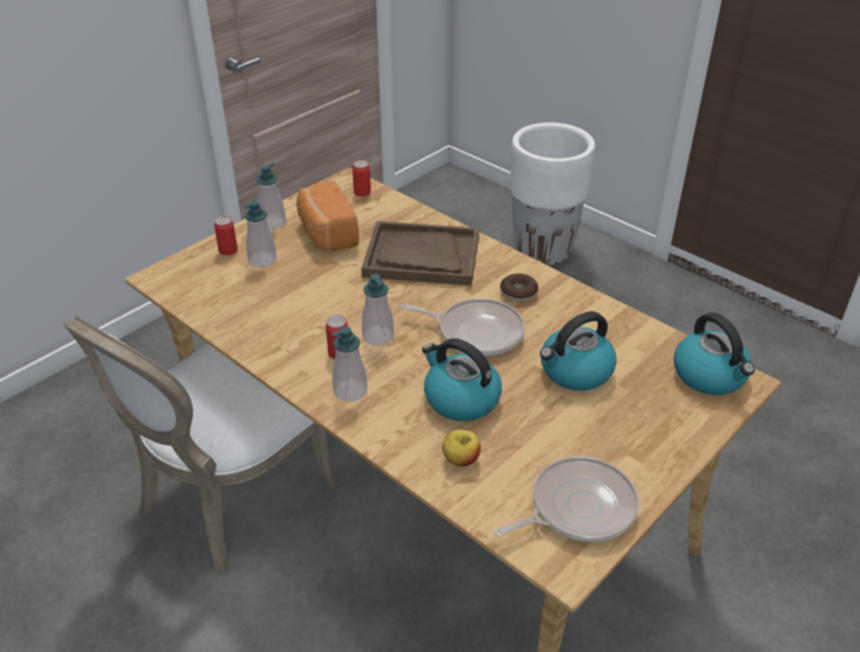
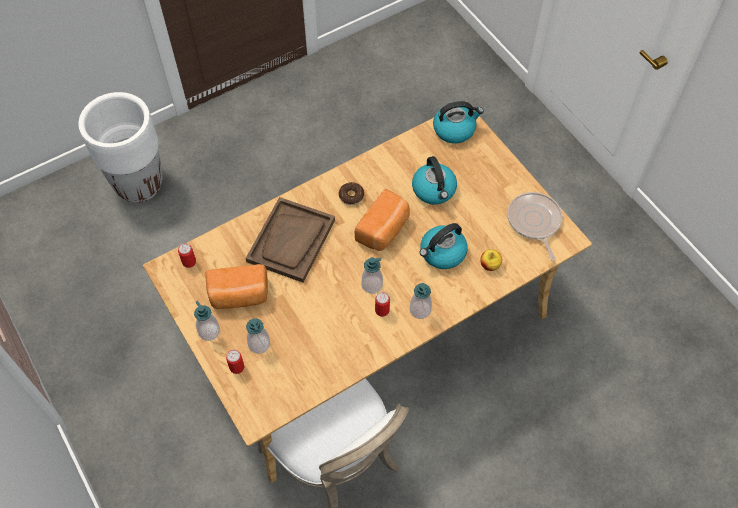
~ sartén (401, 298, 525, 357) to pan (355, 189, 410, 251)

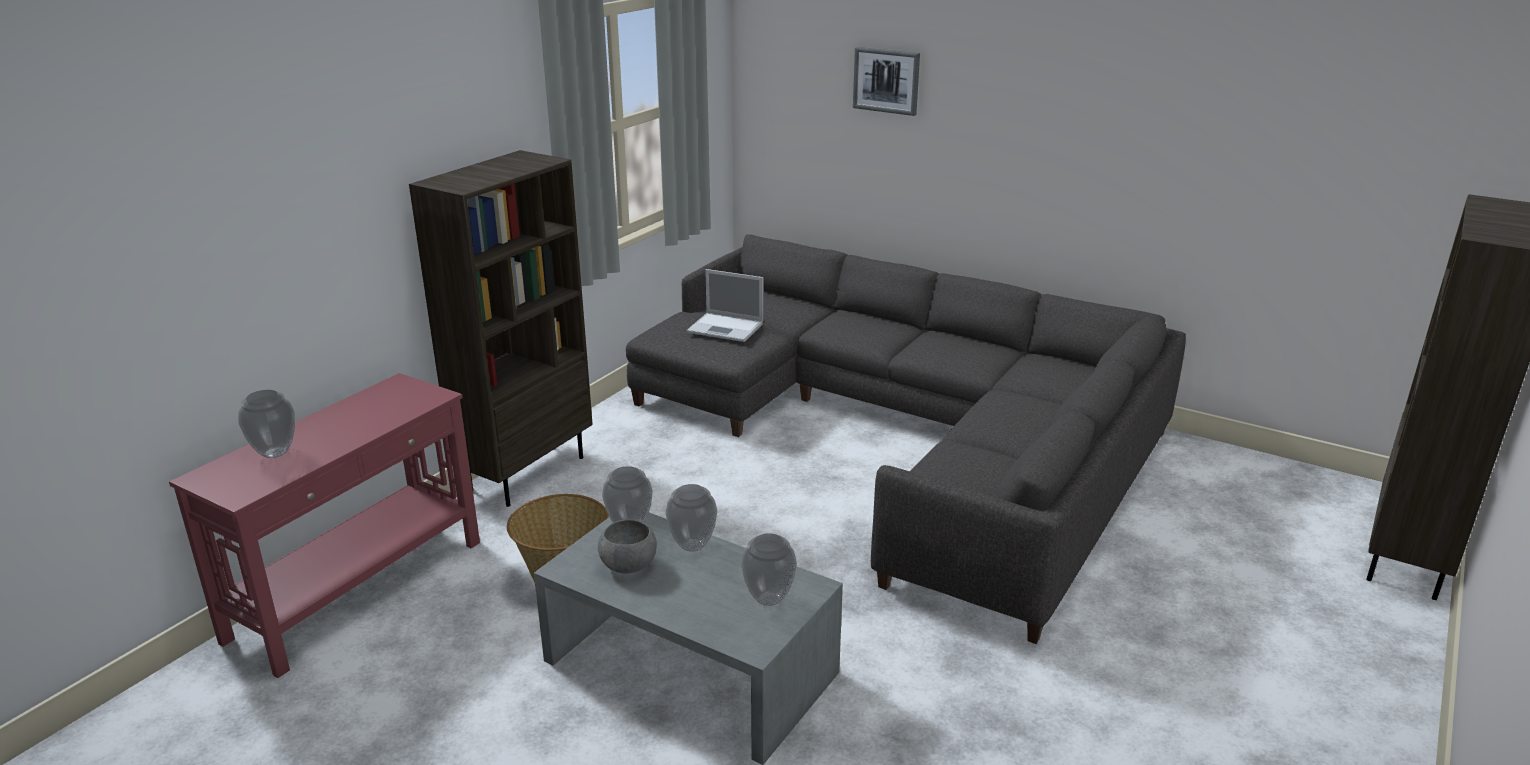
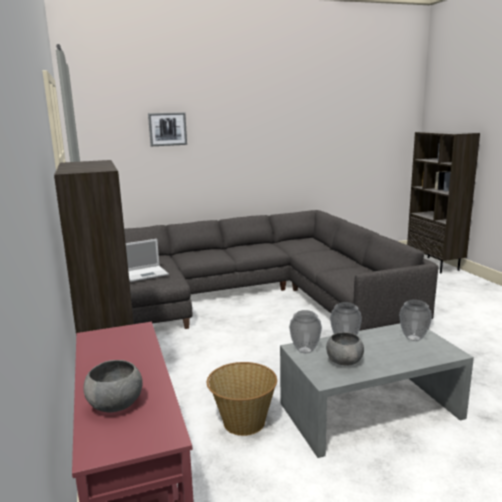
~ florero (238, 390, 295, 458) to cuenco/gris (83, 360, 143, 412)

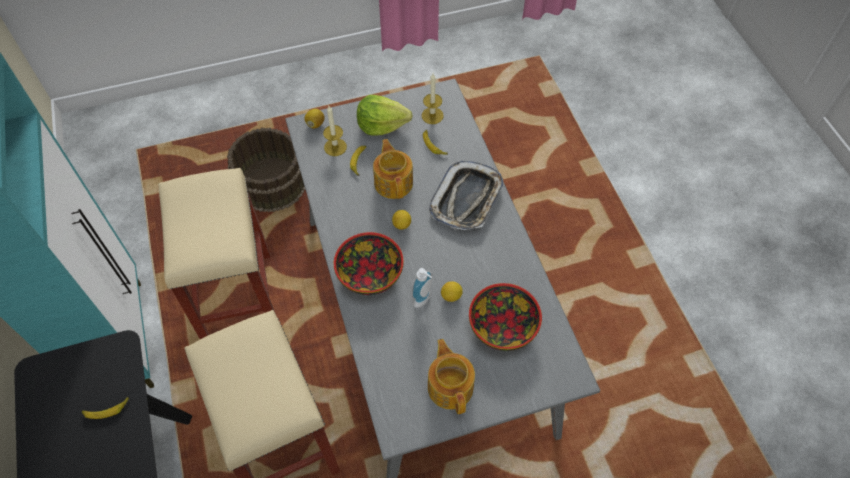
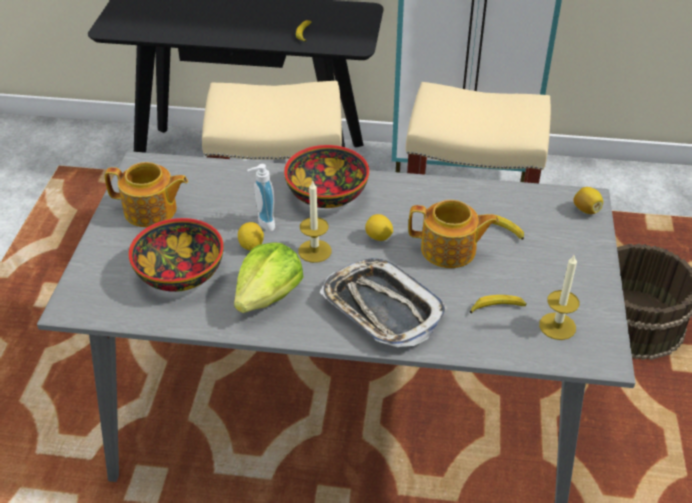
~ lechuga (357, 95, 413, 136) to (234, 242, 304, 313)
~ vela (323, 106, 347, 156) to (298, 181, 331, 263)

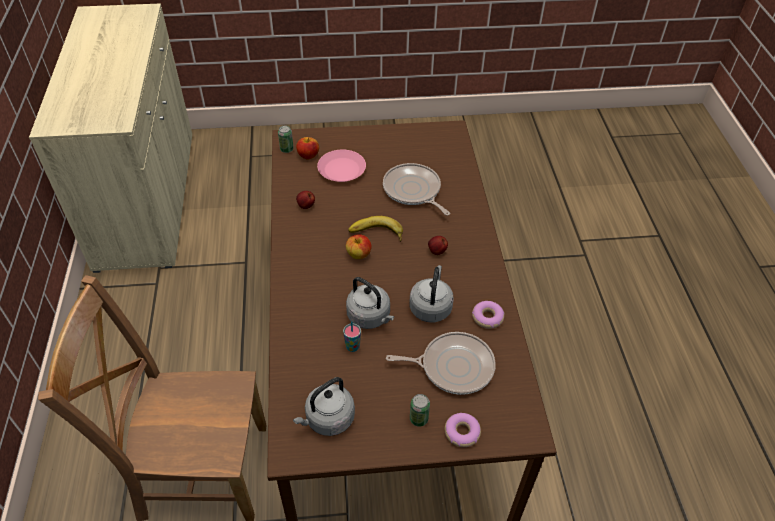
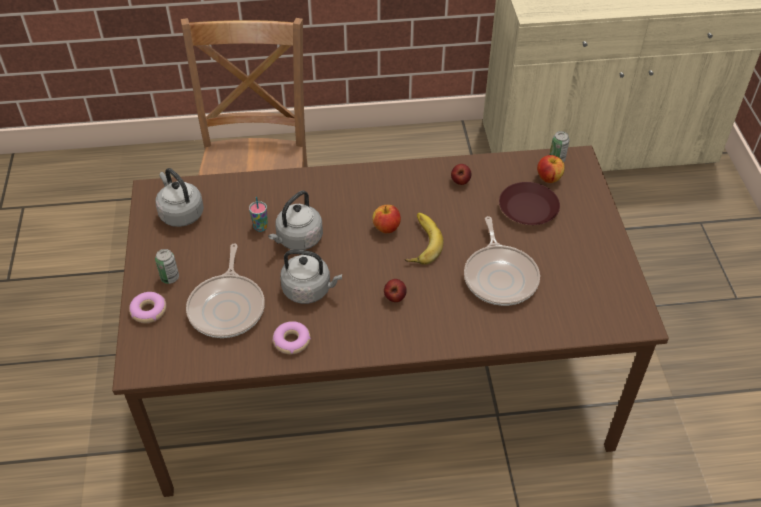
~ plato/rosa (317, 150, 366, 182) to plato/marrón (499, 182, 560, 225)
~ sartén (383, 163, 450, 216) = (464, 216, 540, 306) 120 degrees clockwise

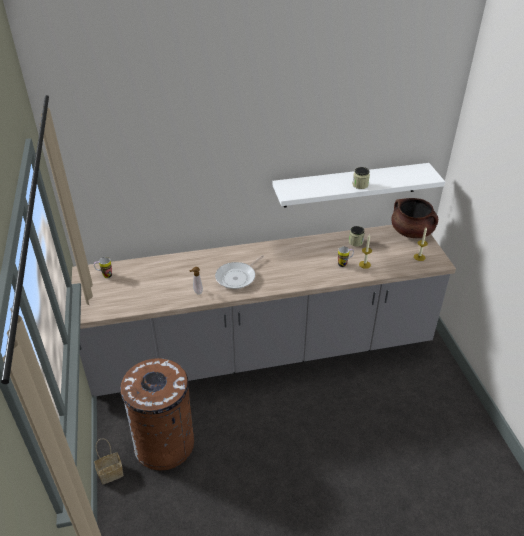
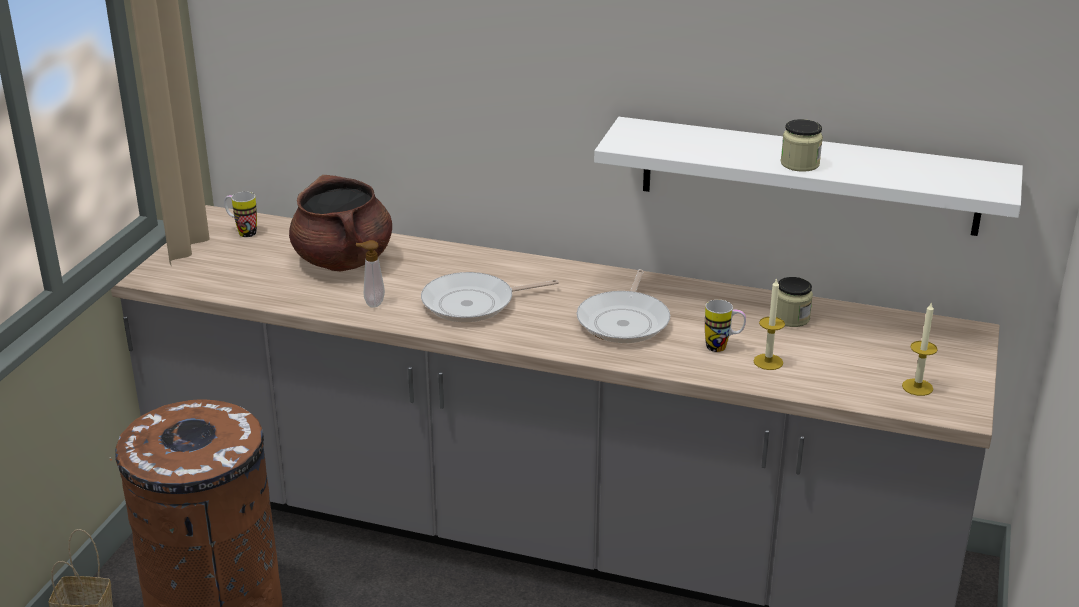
~ olla/marrón (391, 198, 438, 238) to (289, 175, 392, 272)
+ sartén (577, 269, 670, 343)

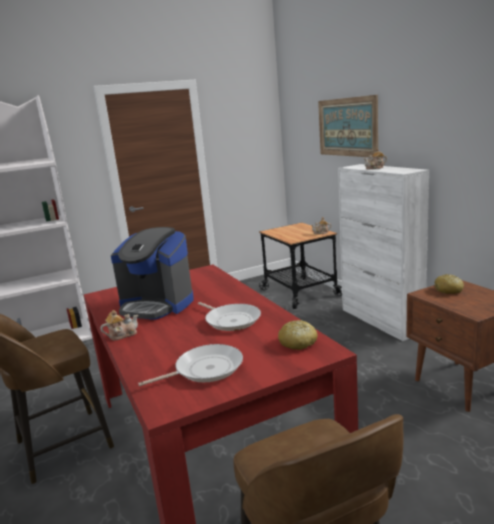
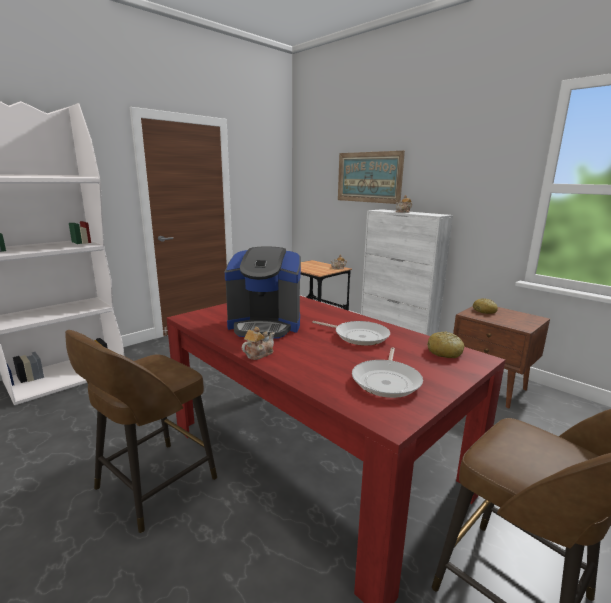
~ sartén (138, 344, 243, 386) = (352, 347, 423, 398) 150 degrees clockwise

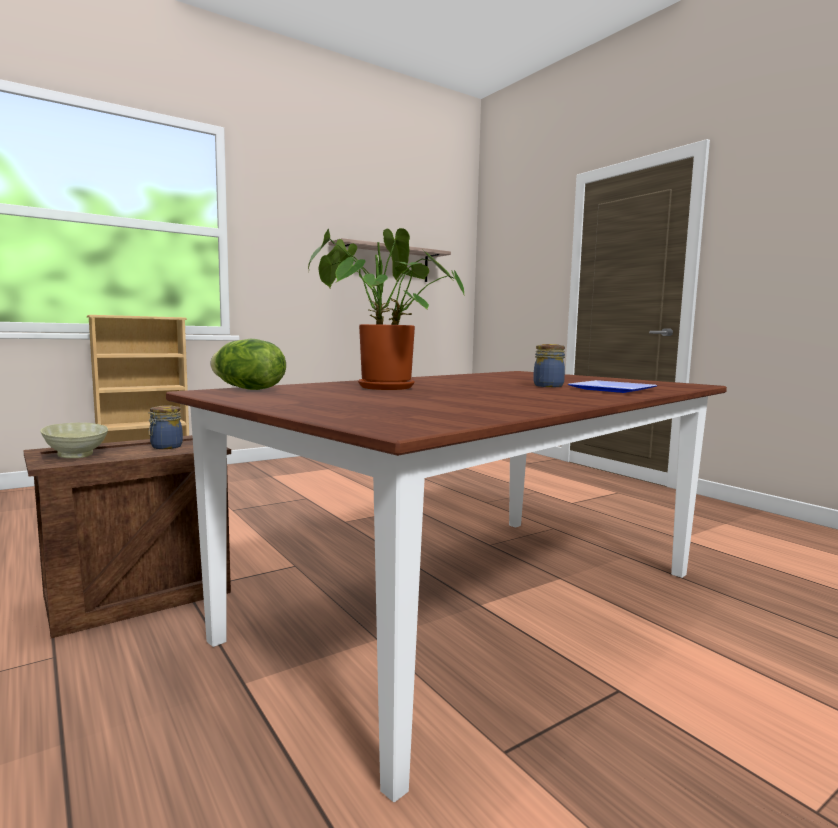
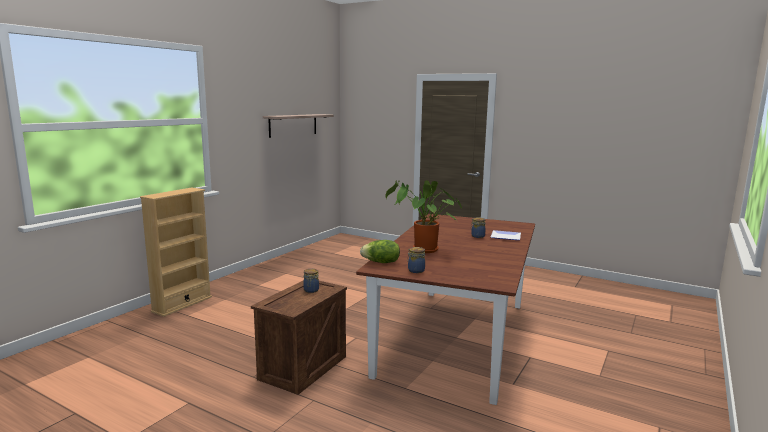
- cuenco/beis (40, 423, 108, 458)
+ tarro (407, 247, 425, 273)

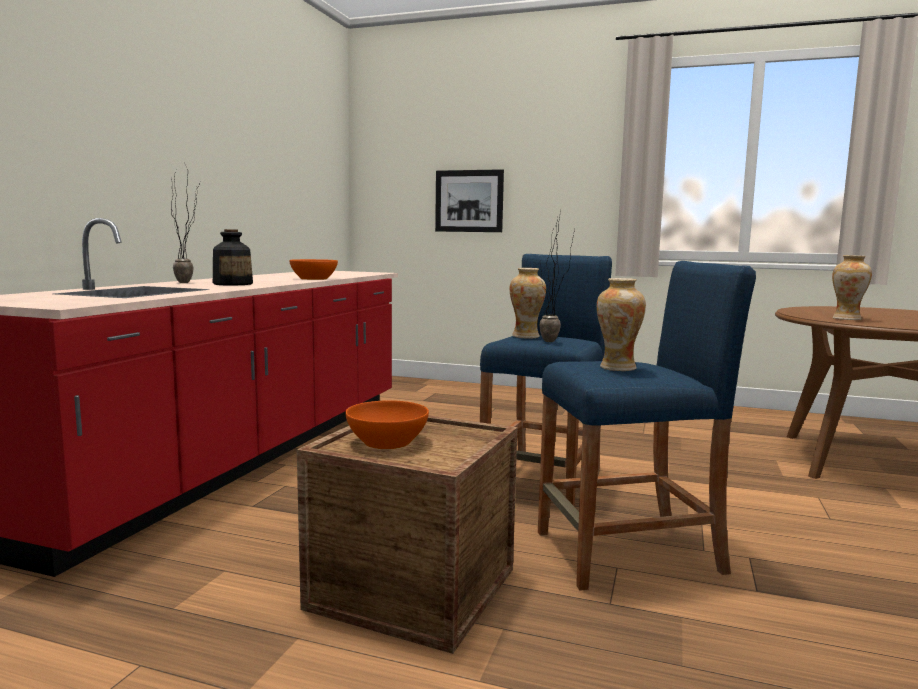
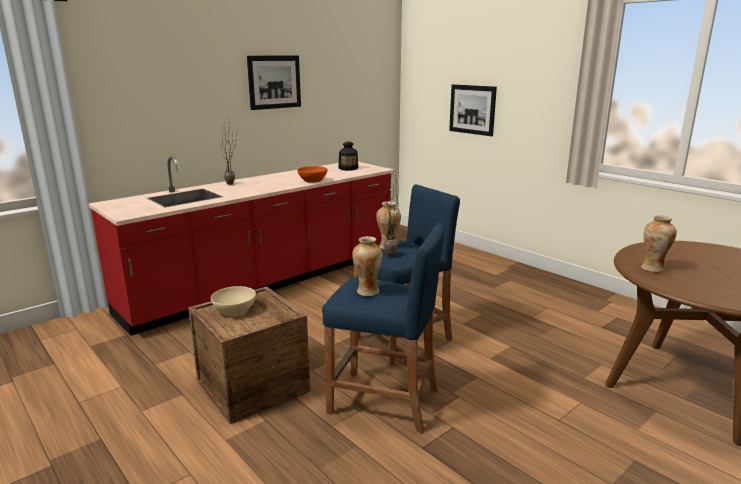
~ botella (213, 229, 253, 286) to (339, 141, 358, 171)
~ cuenco/naranja (345, 400, 429, 449) to cuenco/beis (211, 286, 256, 316)
+ cuadro (247, 56, 301, 110)

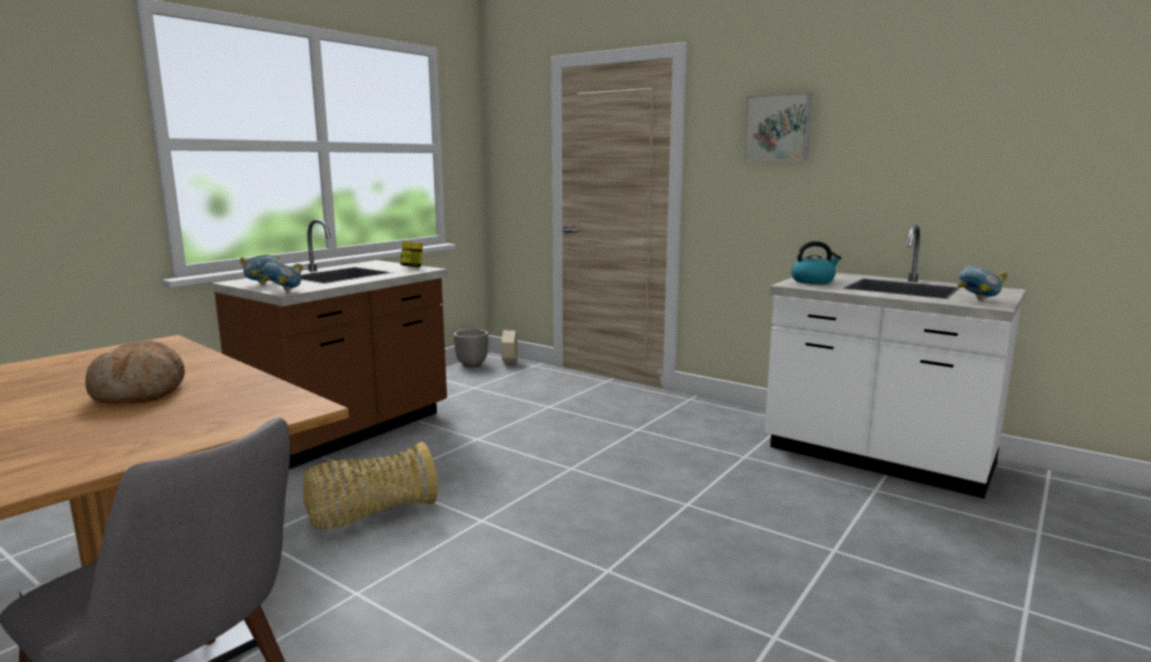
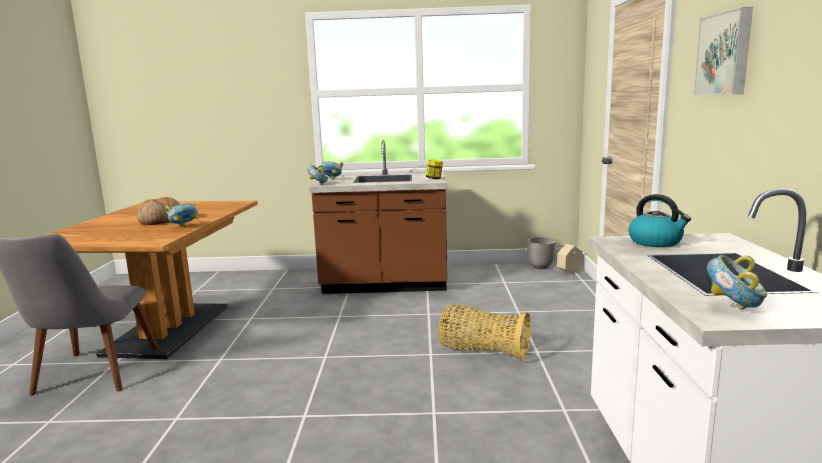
~ cesta (303, 442, 438, 530) to (439, 305, 531, 361)
+ cuenco (165, 202, 198, 227)

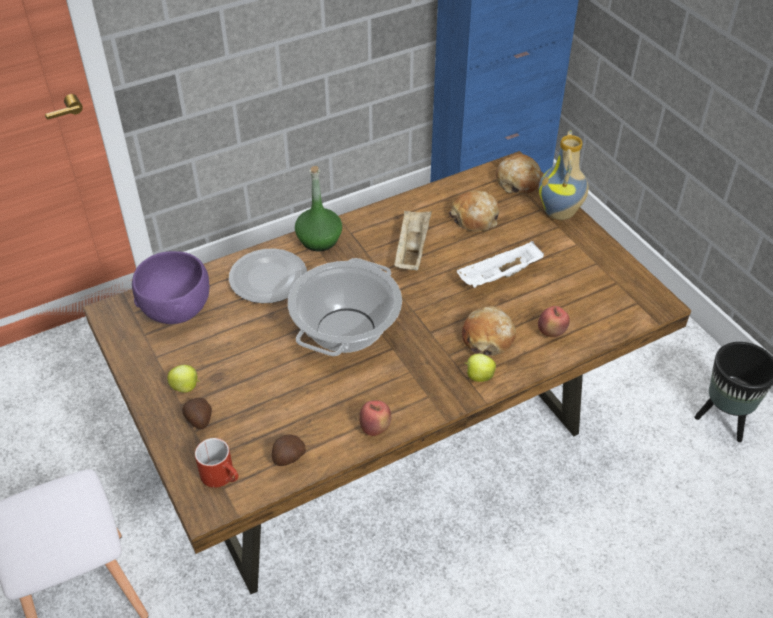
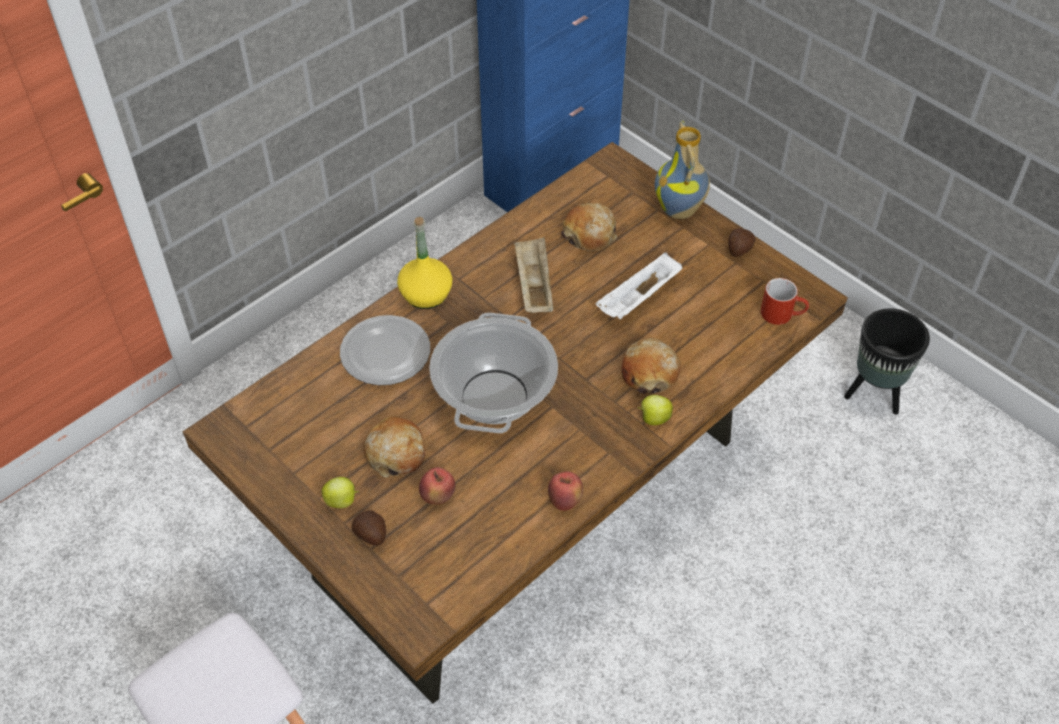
~ pan (496, 154, 541, 194) to (363, 417, 425, 477)
~ botella/verde (295, 166, 342, 251) to botella/amarillo (397, 217, 452, 309)
- cuenco/morado (132, 251, 209, 324)
~ manzana (538, 306, 570, 337) to (419, 467, 455, 505)
~ patata (272, 434, 306, 466) to (728, 228, 755, 257)
~ taza grande/rojo (195, 438, 238, 488) to (761, 278, 809, 325)

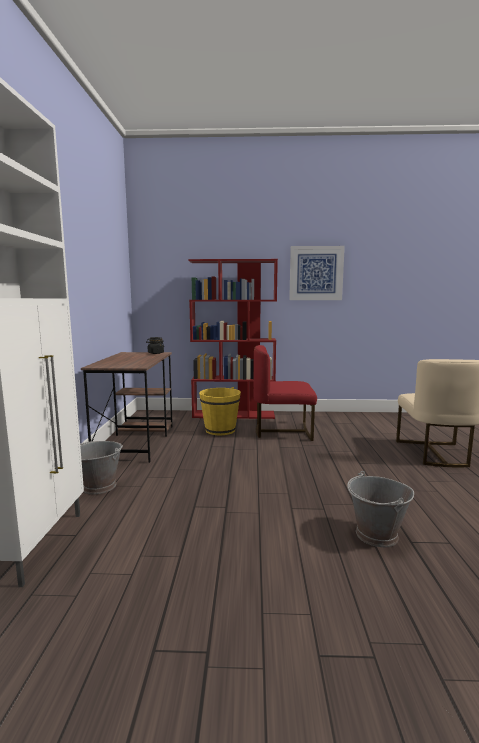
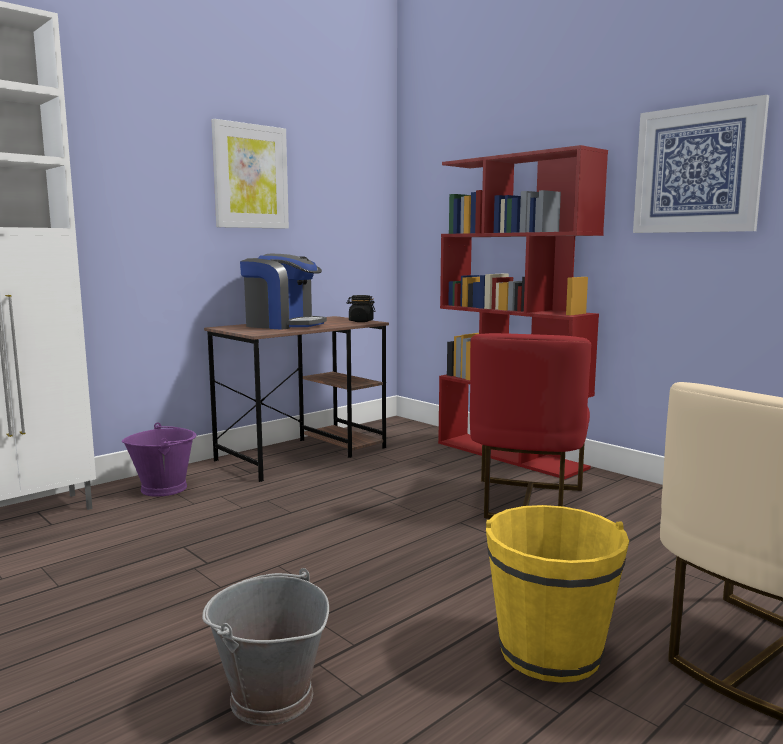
~ silla/rojo (253, 345, 317, 441) = (470, 333, 591, 519) 120 degrees counterclockwise
~ cubo/amarillo (199, 387, 241, 435) to (486, 505, 629, 683)
~ cubo/gris (80, 441, 123, 494) to cubo/morado (122, 423, 196, 497)
+ cuadro (212, 119, 289, 229)
+ cafetera (240, 254, 327, 330)

